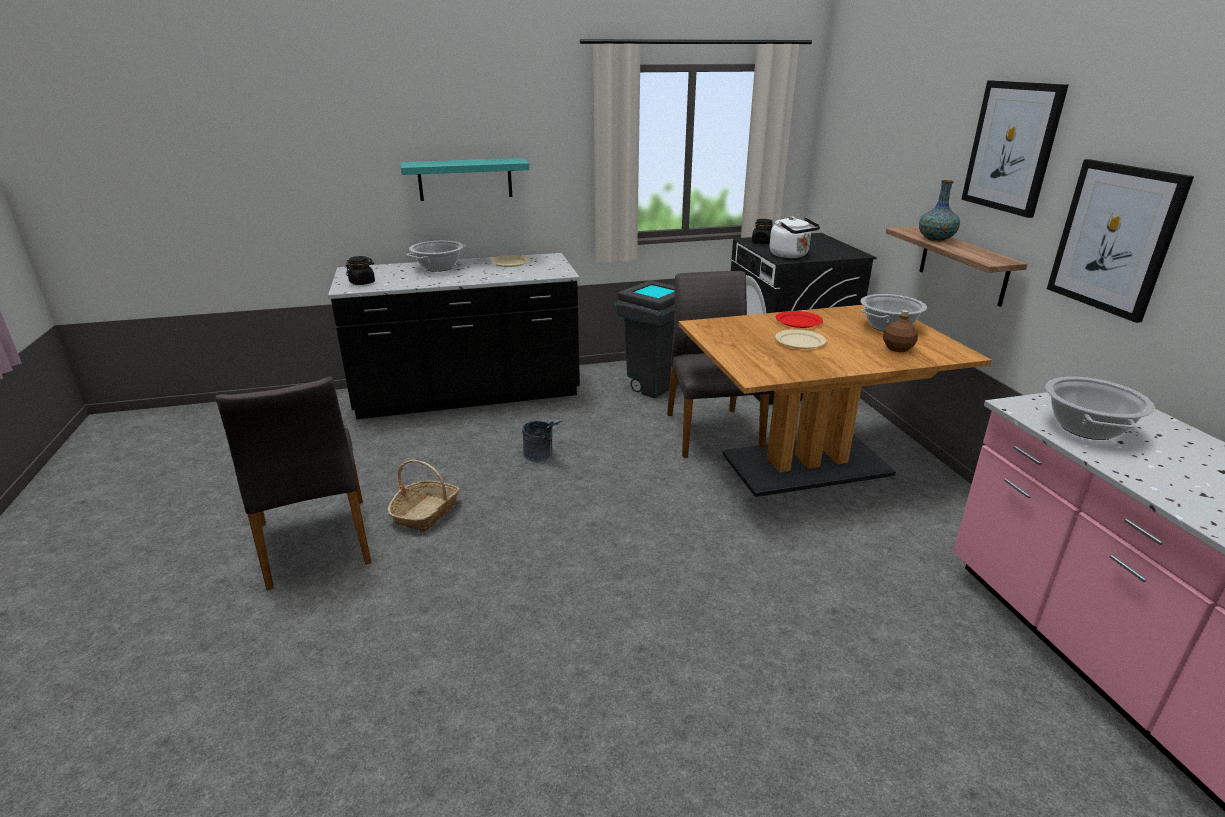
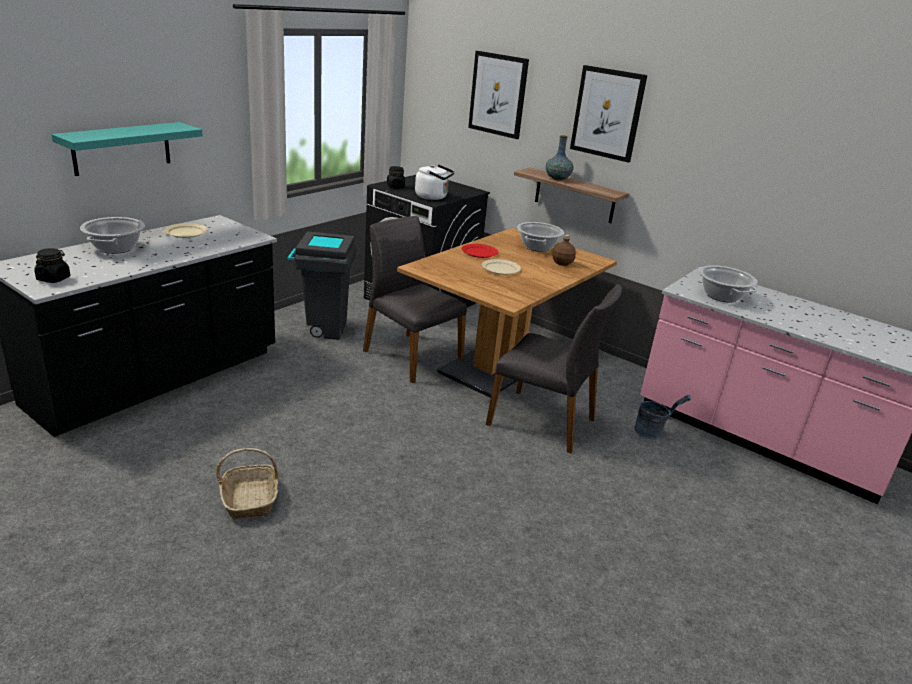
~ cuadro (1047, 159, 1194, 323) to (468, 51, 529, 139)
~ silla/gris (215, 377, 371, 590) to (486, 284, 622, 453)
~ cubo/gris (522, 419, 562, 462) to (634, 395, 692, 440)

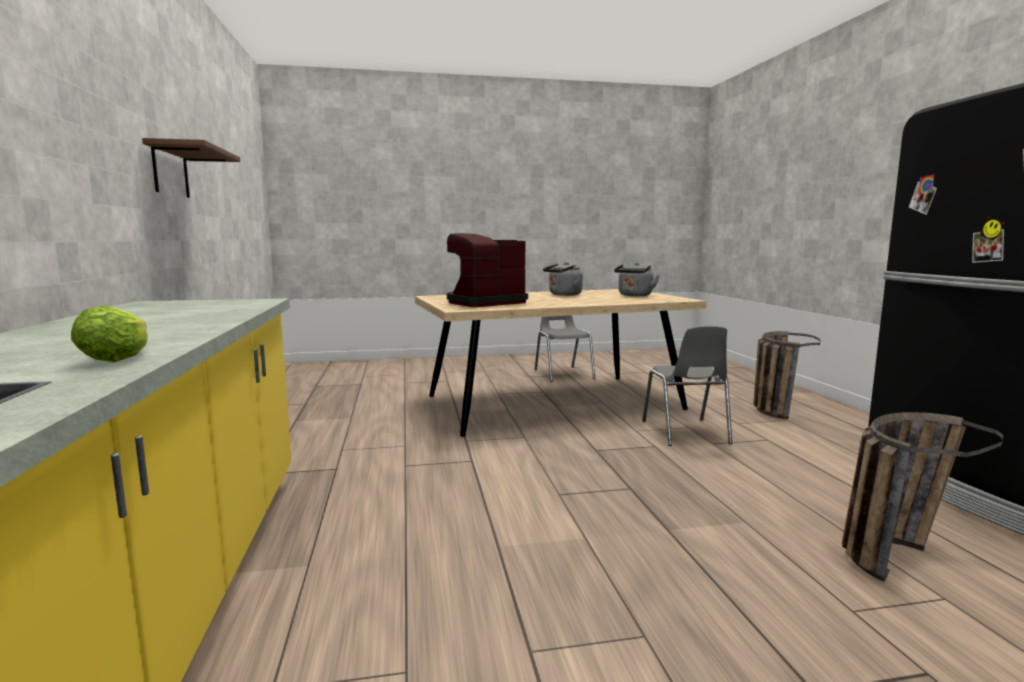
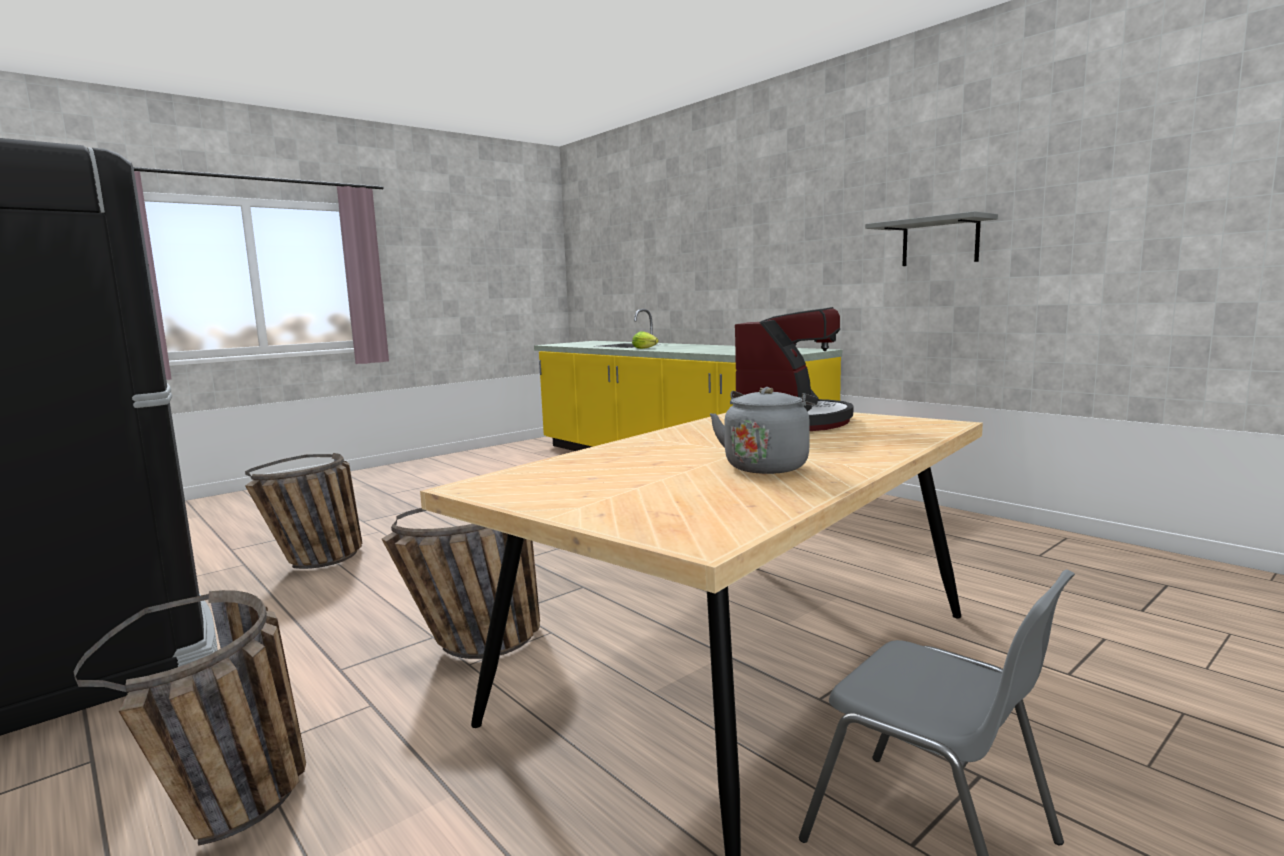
~ estante/marrón (142, 138, 240, 198) to estante/gris (865, 211, 998, 266)
- hervidor/gris (614, 263, 660, 296)
~ silla/gris (642, 326, 732, 446) to cesta (382, 508, 540, 659)

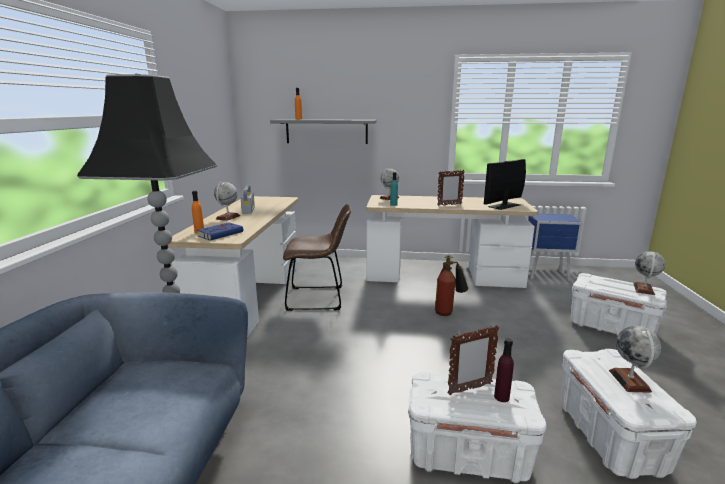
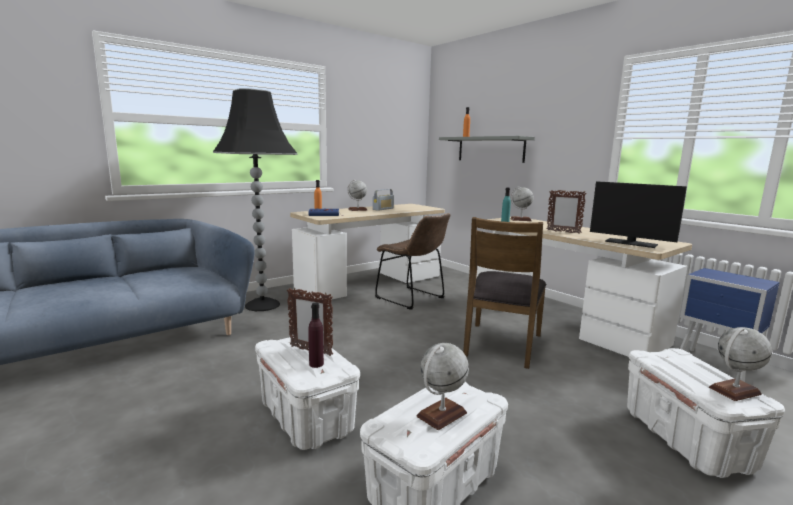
~ monitor (484, 159, 526, 210) = (590, 181, 687, 248) 150 degrees counterclockwise
~ extintor (435, 255, 468, 316) to silla/marrón (463, 217, 546, 369)

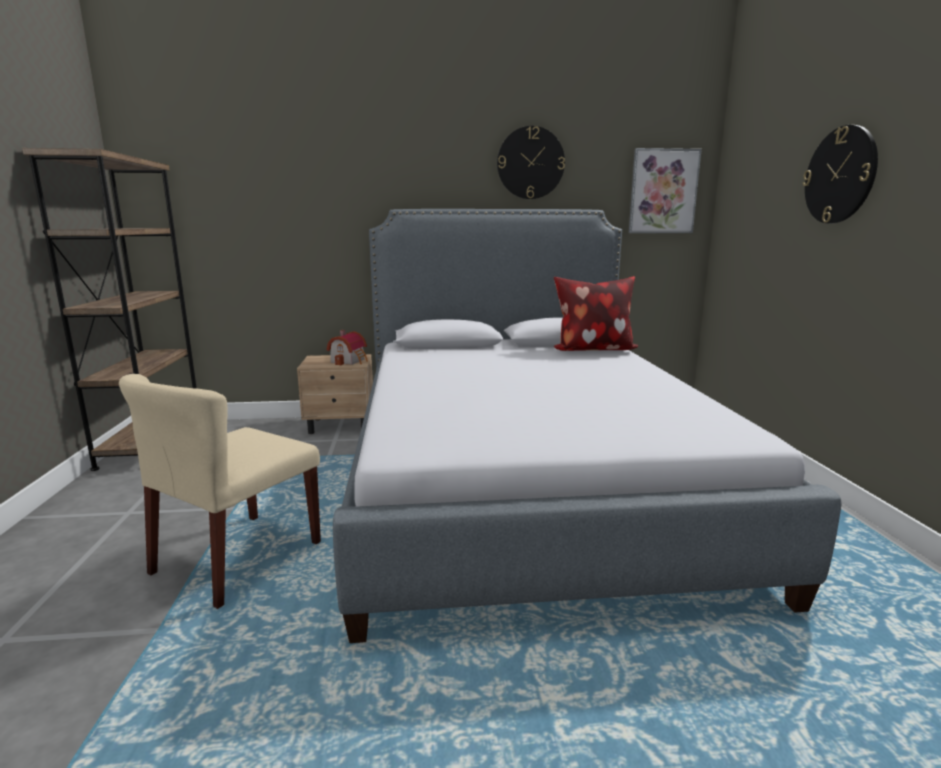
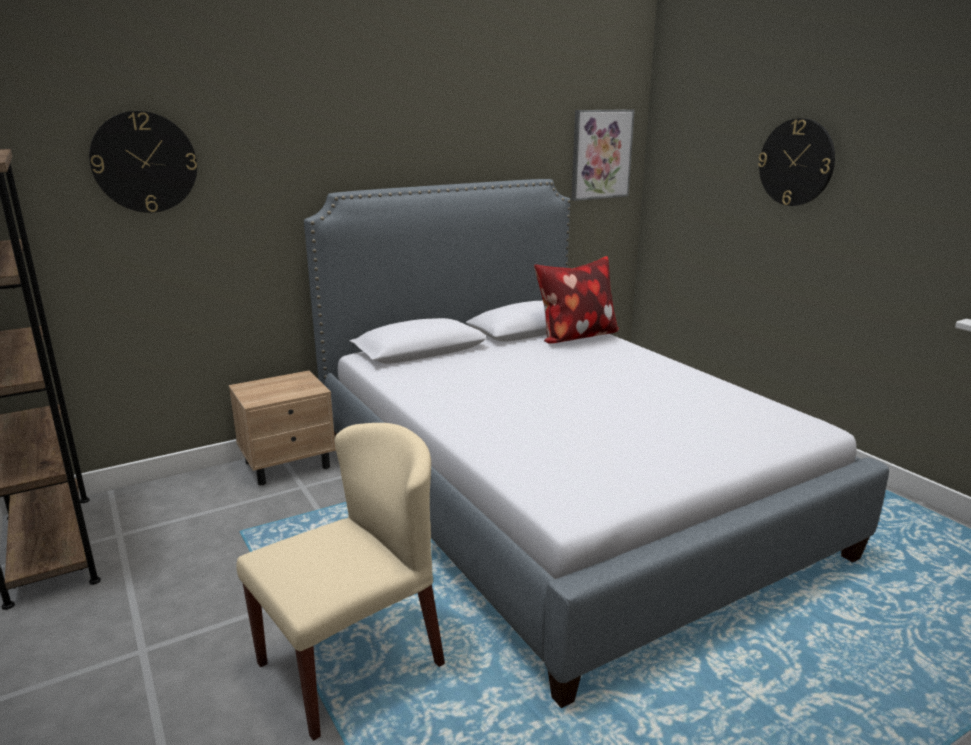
~ reloj de pared (497, 126, 565, 199) to (89, 111, 197, 213)
- casita (326, 330, 368, 366)
~ silla/beis (119, 374, 321, 609) = (236, 423, 445, 741) 135 degrees counterclockwise

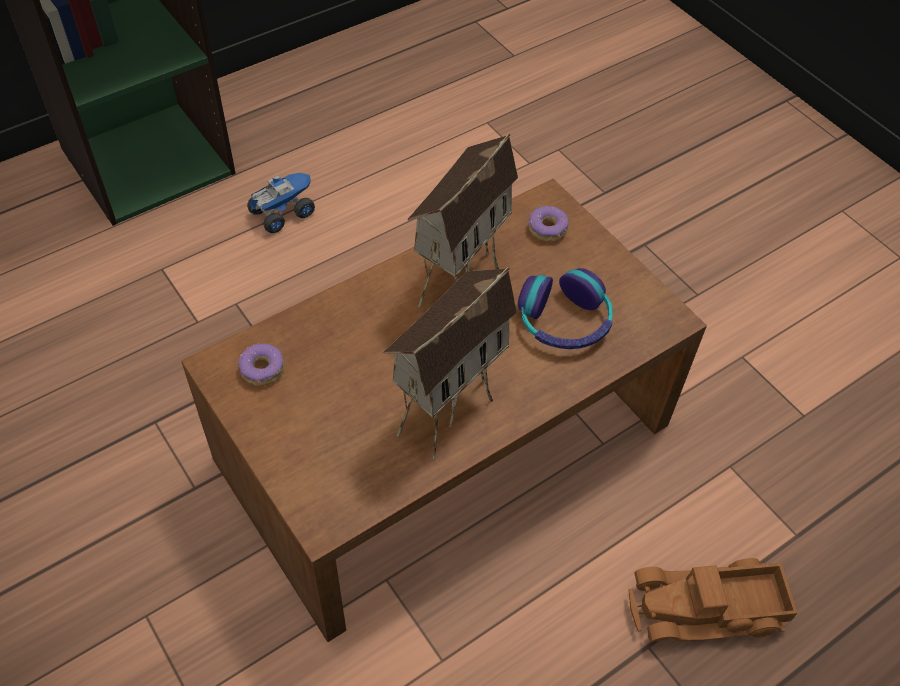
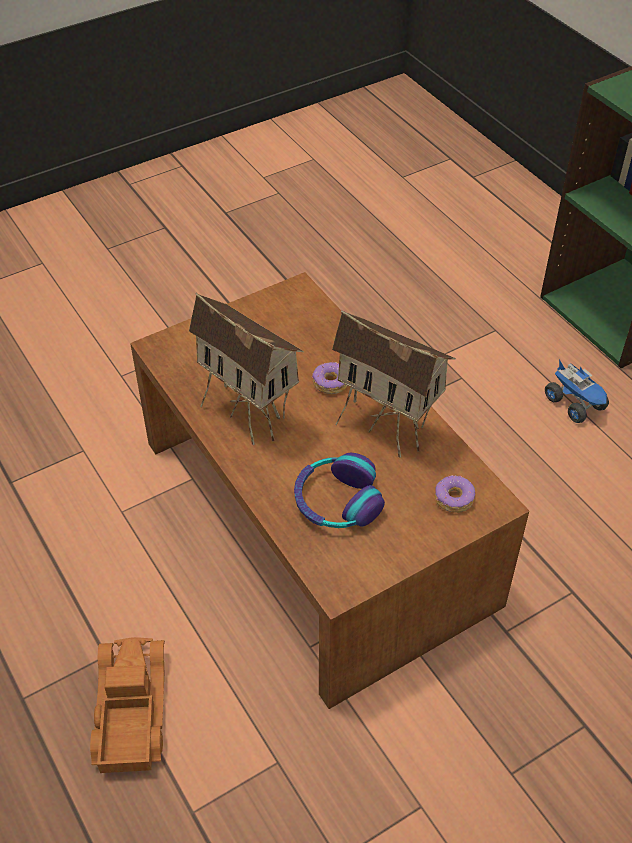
~ rosquilla (238, 344, 285, 386) to (312, 361, 347, 394)

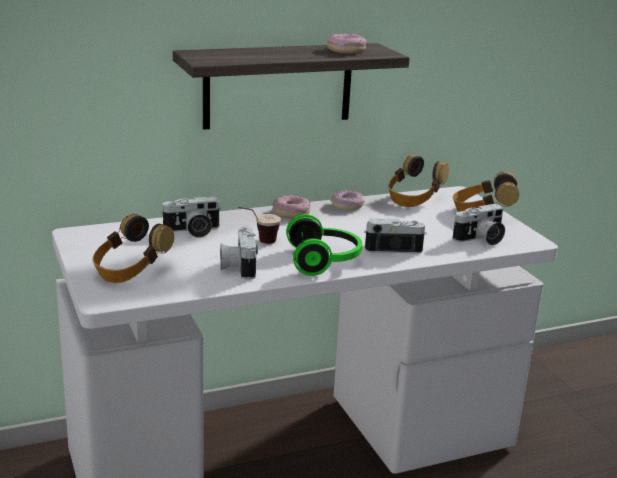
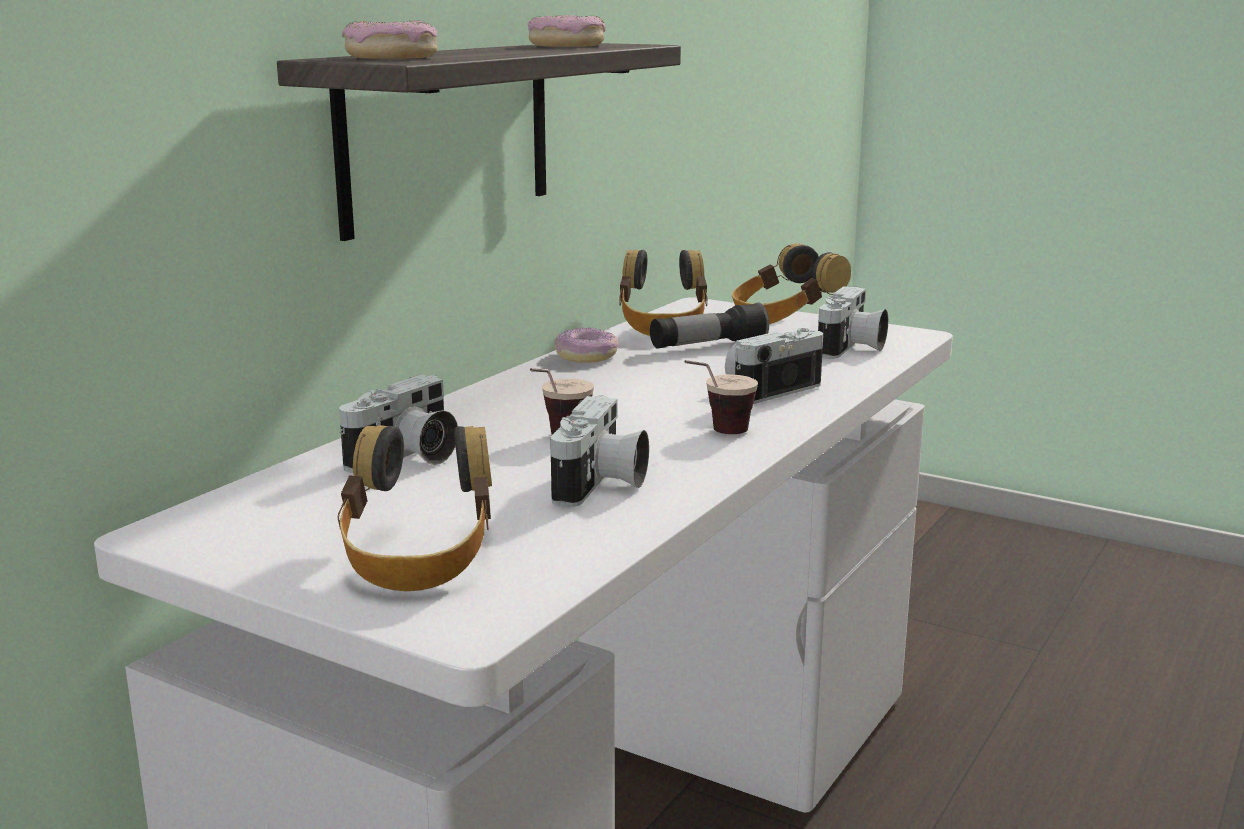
~ rosquilla (272, 195, 311, 218) to (342, 20, 438, 59)
~ auriculares (286, 214, 362, 276) to taza (684, 360, 758, 434)
~ cámara (220, 226, 258, 280) = (550, 396, 649, 507) 120 degrees counterclockwise
+ linterna (650, 302, 769, 349)

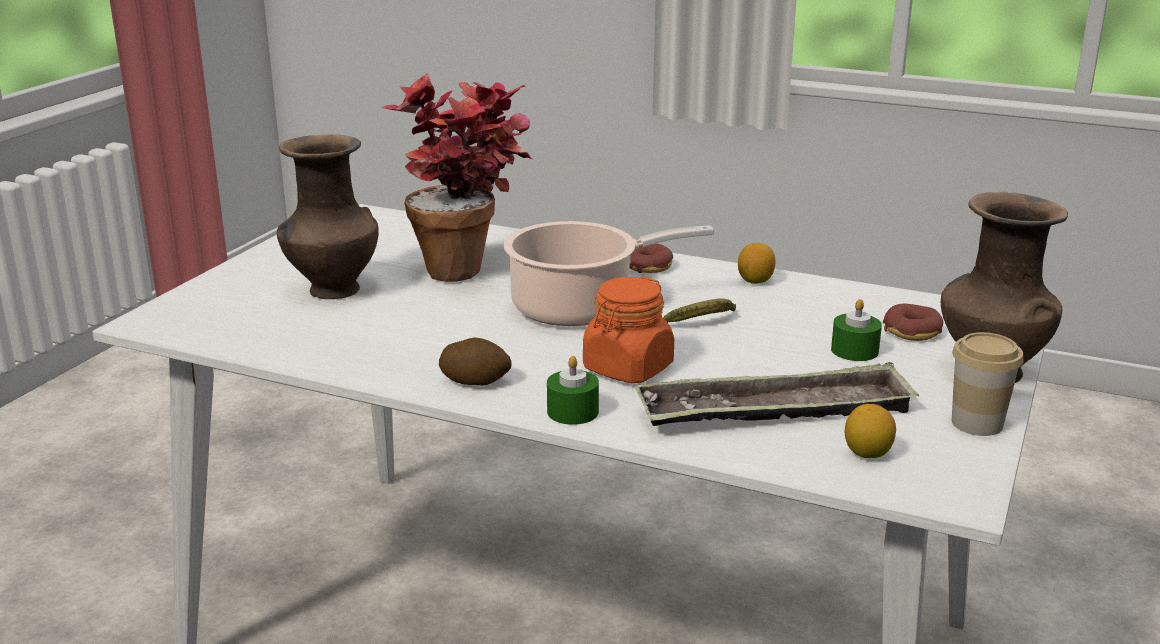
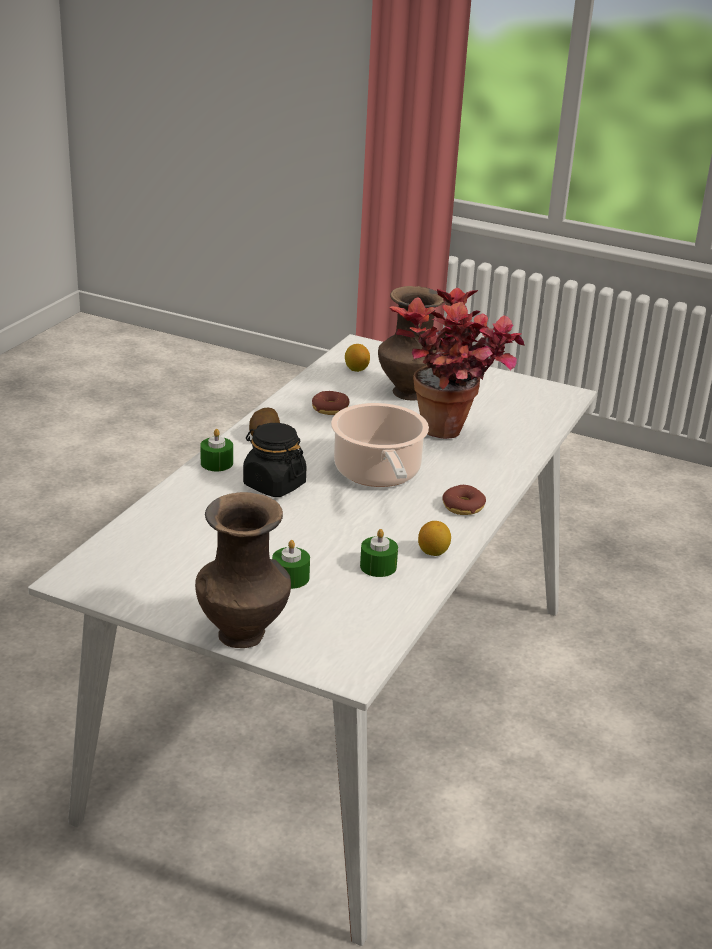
~ tarro/naranja (583, 276, 674, 383) to tarro/negro (243, 423, 306, 497)
- plátano (663, 298, 736, 322)
~ rosquilla (883, 304, 943, 341) to (312, 391, 349, 415)
- taza (952, 332, 1024, 436)
- bandeja (634, 362, 919, 426)
~ limón (845, 404, 896, 458) to (345, 344, 370, 372)
+ vela/verde (360, 529, 398, 577)

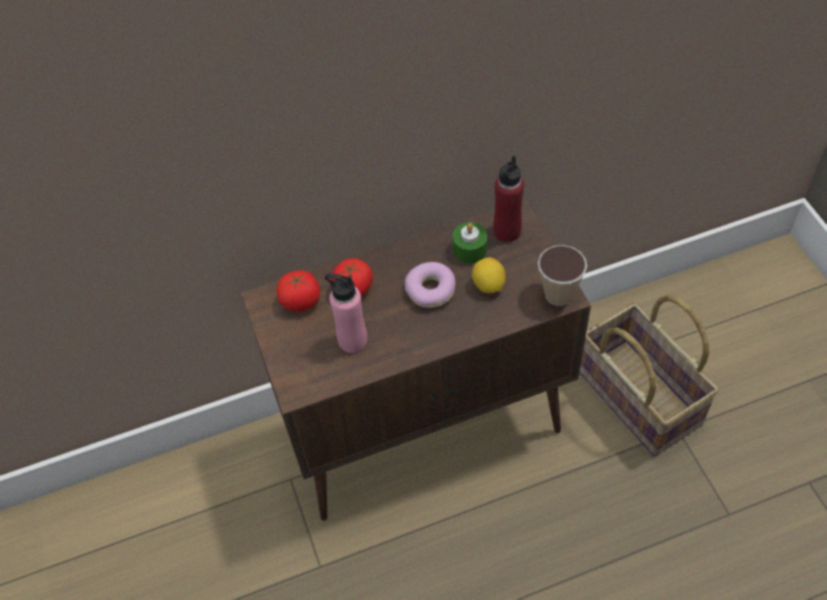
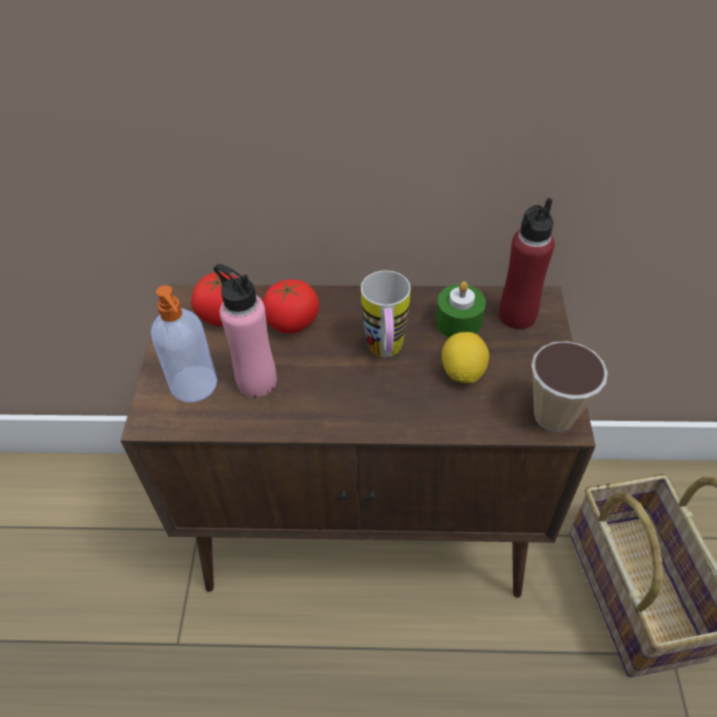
~ rosquilla (404, 262, 456, 308) to taza grande (361, 271, 411, 357)
+ dispensador de jabón (151, 285, 217, 402)

